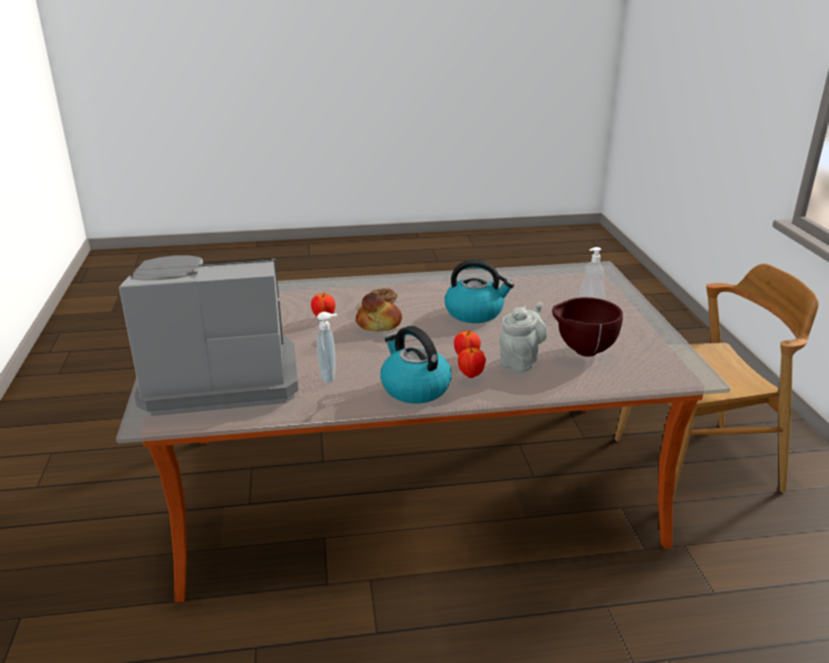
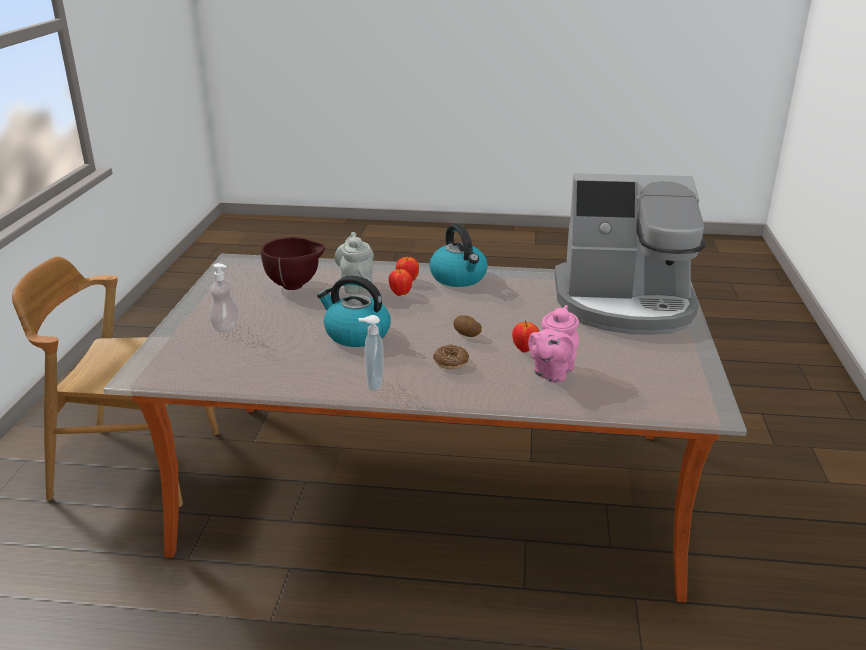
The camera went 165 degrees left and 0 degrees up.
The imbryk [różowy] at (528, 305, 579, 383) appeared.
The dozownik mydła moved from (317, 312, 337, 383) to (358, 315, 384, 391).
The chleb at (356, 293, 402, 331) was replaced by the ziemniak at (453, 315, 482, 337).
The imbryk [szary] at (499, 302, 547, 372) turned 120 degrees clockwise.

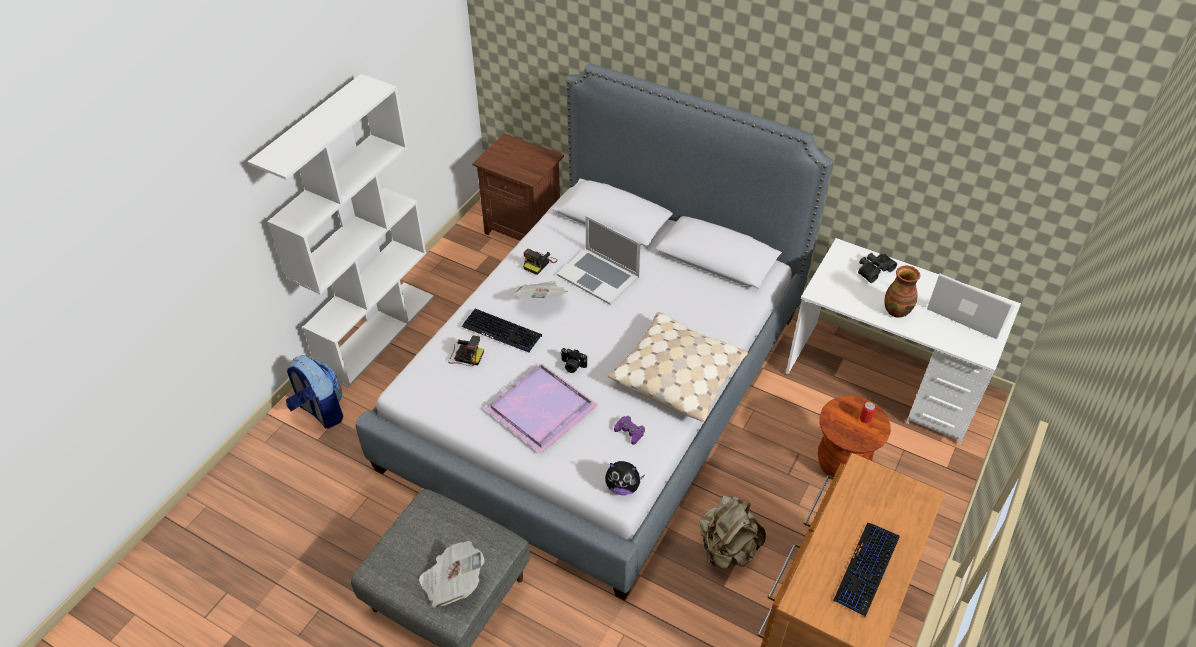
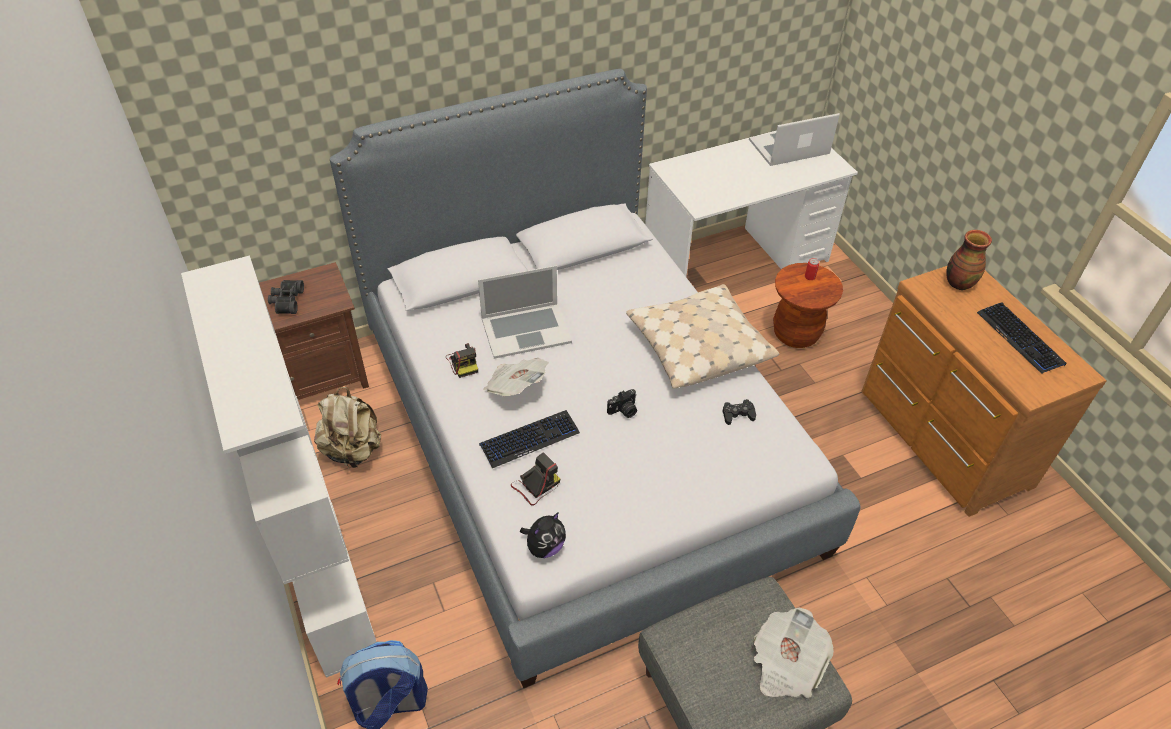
The camera went 55 degrees left and 0 degrees up.
The taca [fioletowy] at (484, 363, 598, 454) disappeared.
The pluszak moved from (605, 461, 644, 495) to (520, 512, 566, 558).
The plecak [beżowy] moved from (700, 495, 766, 568) to (314, 387, 381, 469).
The lornetka [czarny] moved from (858, 253, 897, 283) to (268, 280, 304, 314).
The wazon moved from (884, 266, 920, 318) to (946, 230, 992, 290).
The pad do gier [fioletowy] at (614, 416, 645, 445) became the pad do gier [czarny] at (723, 399, 756, 425).

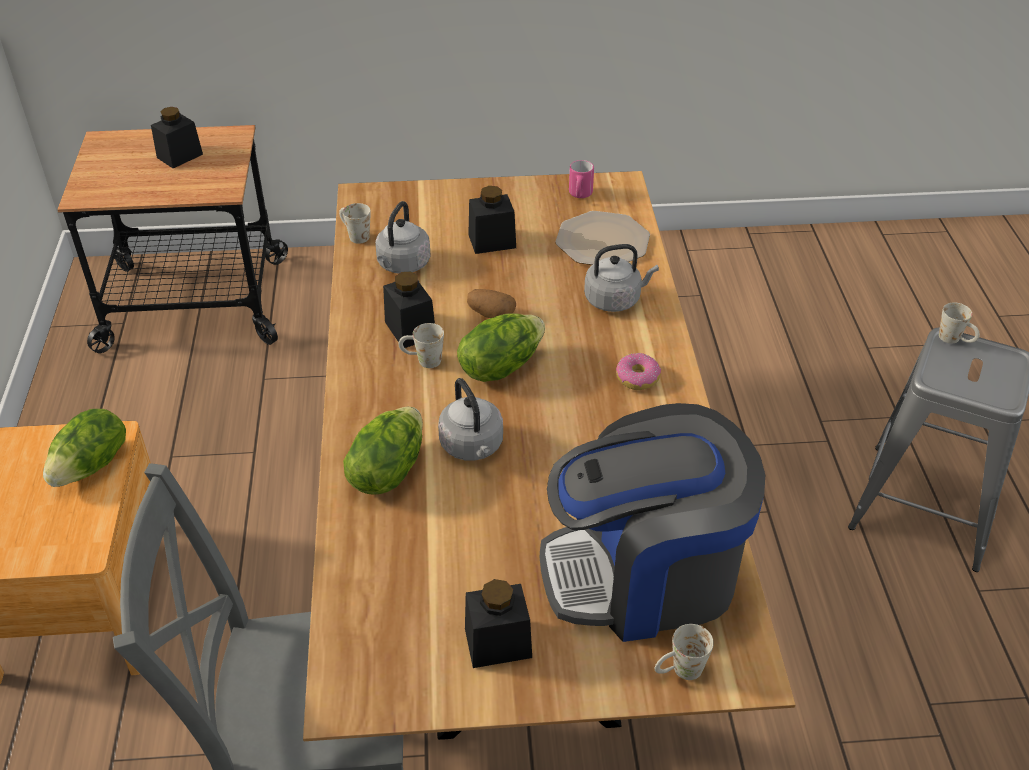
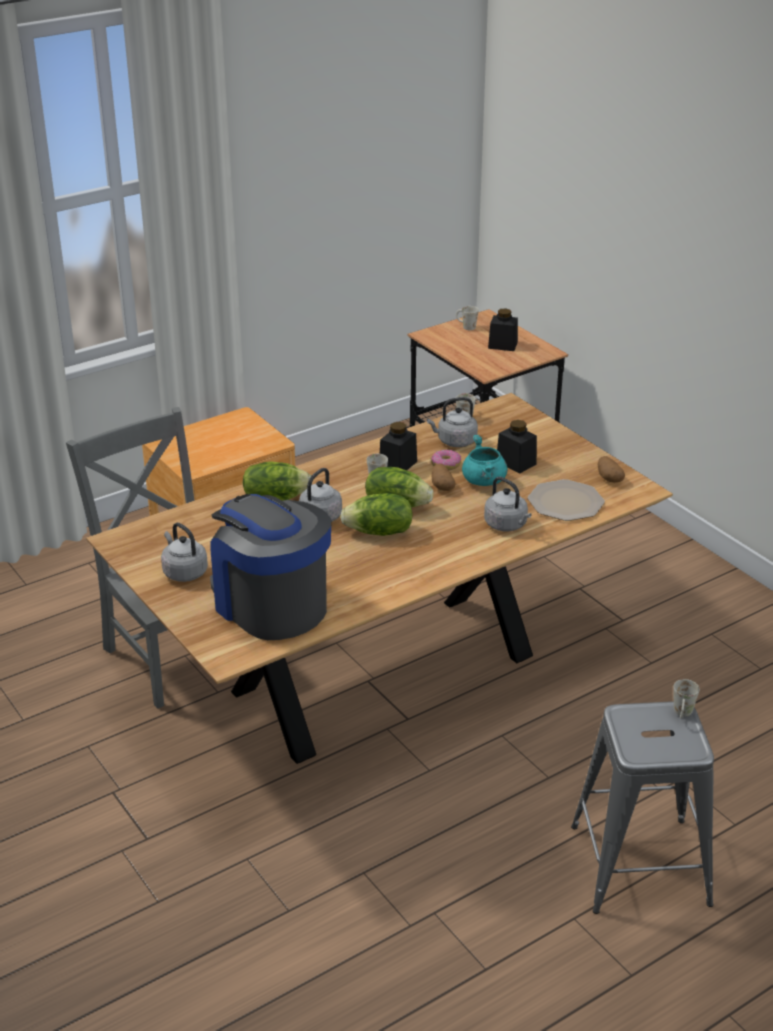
The camera went 60 degrees right and 10 degrees down.
The garnek [turkusowy] at (462, 435, 508, 486) appeared.
The sałata moved from (43, 409, 126, 487) to (340, 493, 413, 536).
The donut moved from (616, 353, 661, 390) to (431, 450, 461, 470).
The kubek [biały] moved from (655, 624, 714, 680) to (456, 306, 479, 330).
The słoik [czarny] at (465, 579, 532, 668) was replaced by the czajnik [szary] at (161, 522, 208, 582).
The kubek [różowy] at (569, 160, 594, 198) was replaced by the ziemniak at (598, 456, 625, 483).

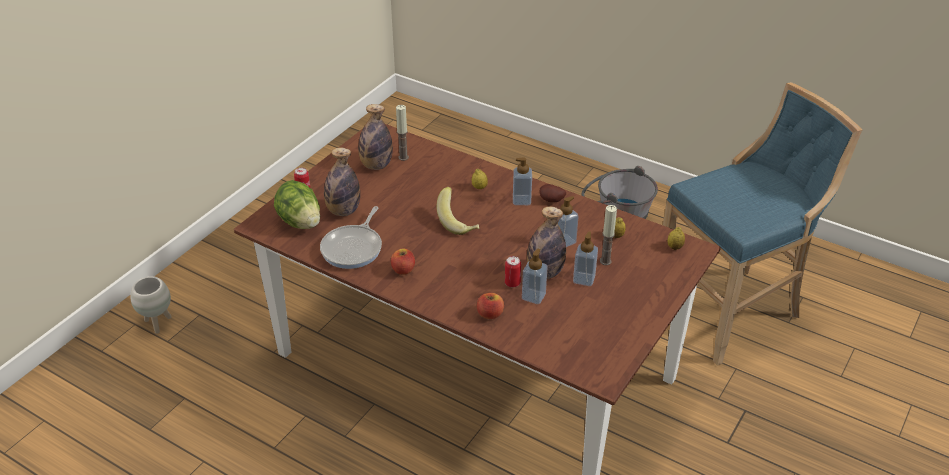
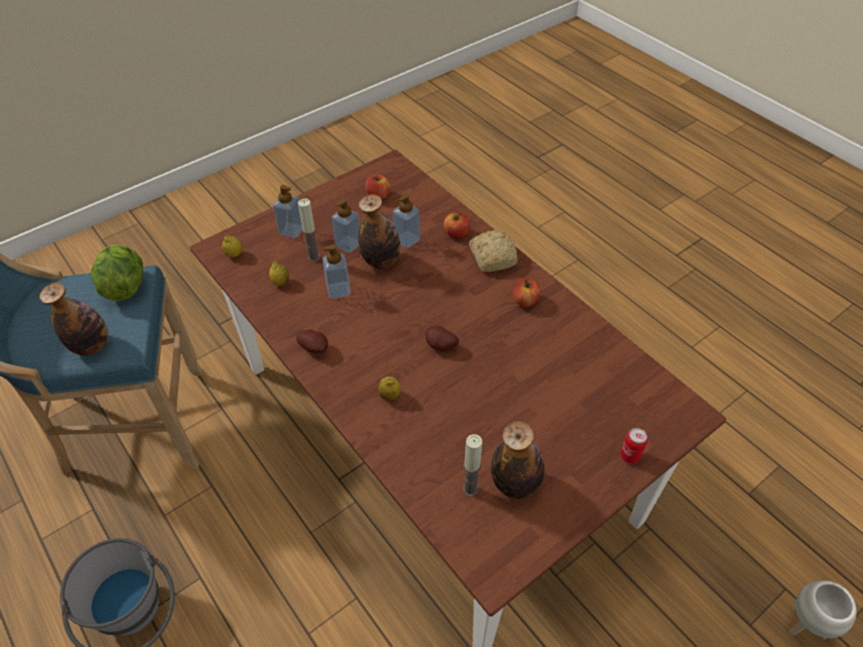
The camera went 160 degrees left and 10 degrees up.
The patelnia at (320, 206, 382, 269) disappeared.
The puszka at (505, 256, 521, 287) disappeared.
The jabłko at (365, 175, 390, 199) appeared.
The chleb at (469, 230, 518, 272) appeared.
The sałata moved from (274, 180, 320, 229) to (91, 245, 143, 301).
The butelka moved from (324, 148, 360, 216) to (40, 282, 108, 356).
The dozownik mydła moved from (513, 157, 532, 205) to (273, 185, 303, 238).
The banan at (437, 187, 479, 235) was replaced by the ziemniak at (426, 325, 459, 351).

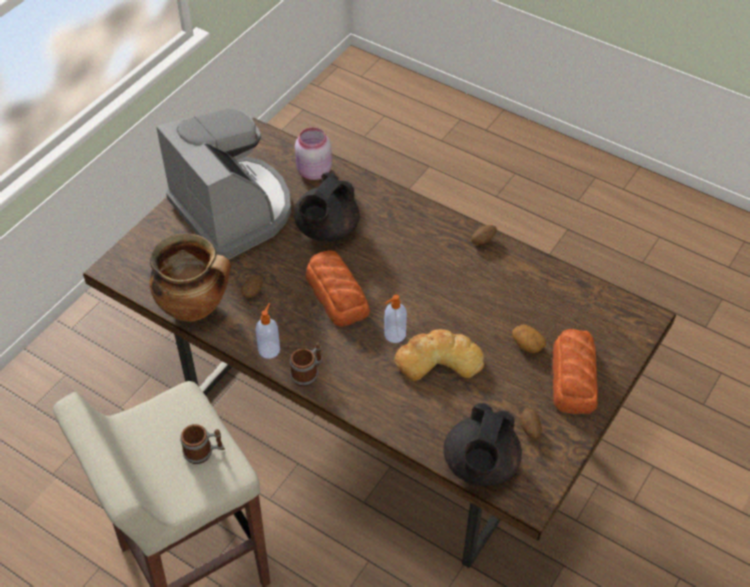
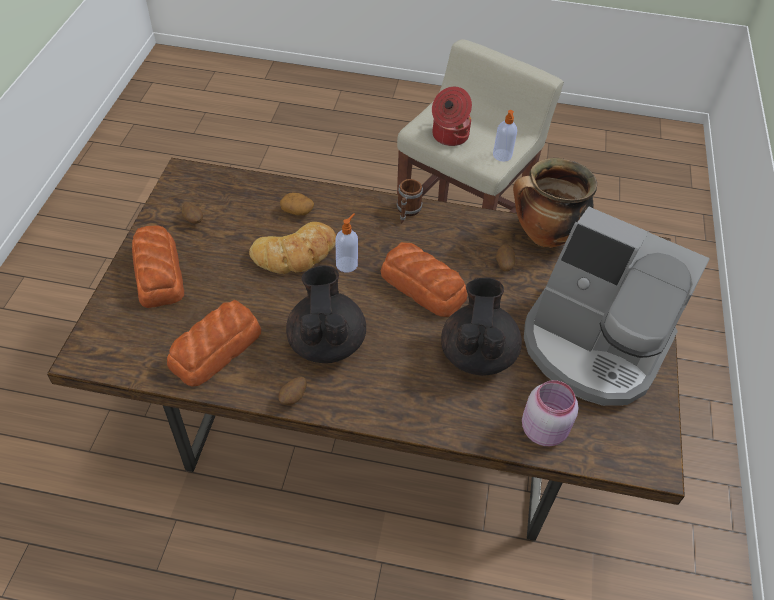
The camera went 155 degrees right and 0 degrees up.
The chleb at (167, 300, 261, 387) appeared.
The dozownik mydła moved from (255, 303, 280, 359) to (493, 110, 517, 161).
The imbryk [czarny] moved from (444, 403, 522, 486) to (286, 266, 366, 363).
The ziemniak moved from (512, 325, 546, 353) to (280, 193, 314, 215).
The kubek at (180, 424, 225, 464) was replaced by the garnek at (432, 87, 472, 146).

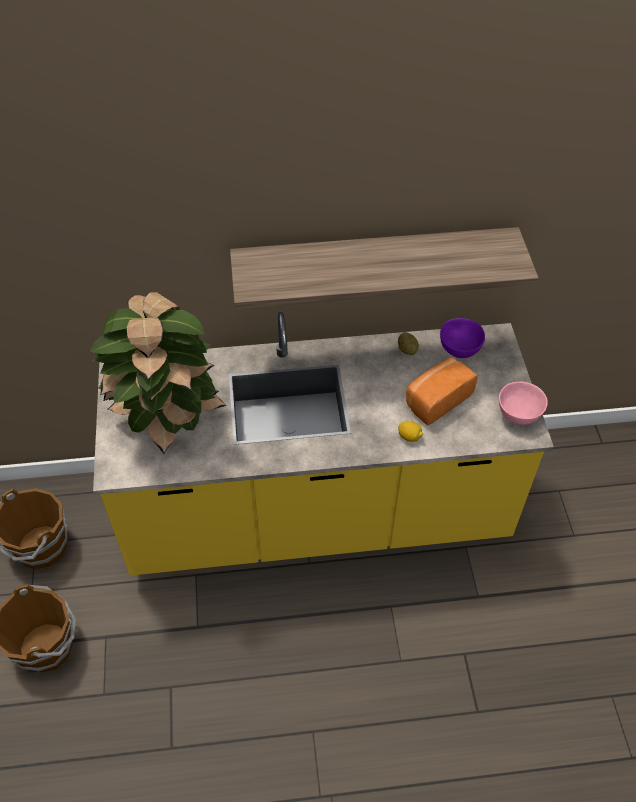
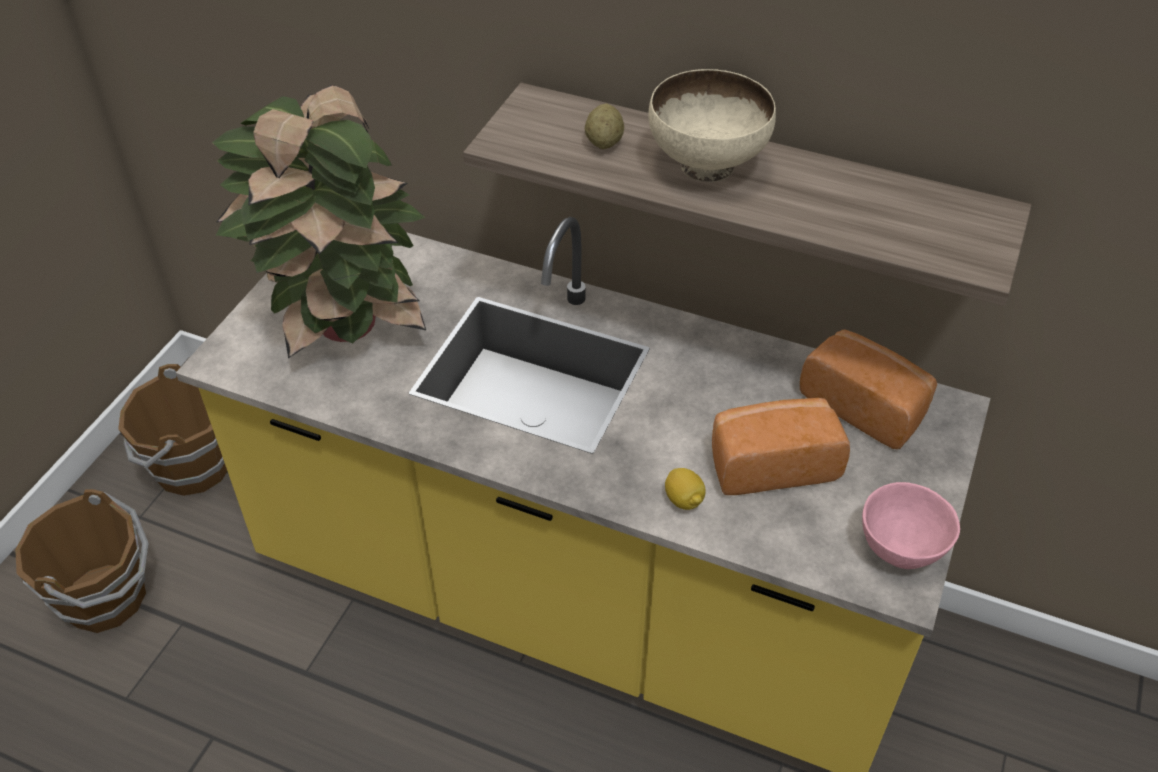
The camera went 30 degrees right and 5 degrees down.
The miska [beżowy] at (648, 69, 776, 182) appeared.
The ziemniak moved from (398, 332, 419, 355) to (585, 103, 624, 149).
The miska [fioletowy] at (440, 318, 485, 358) was replaced by the chleb at (800, 329, 937, 449).

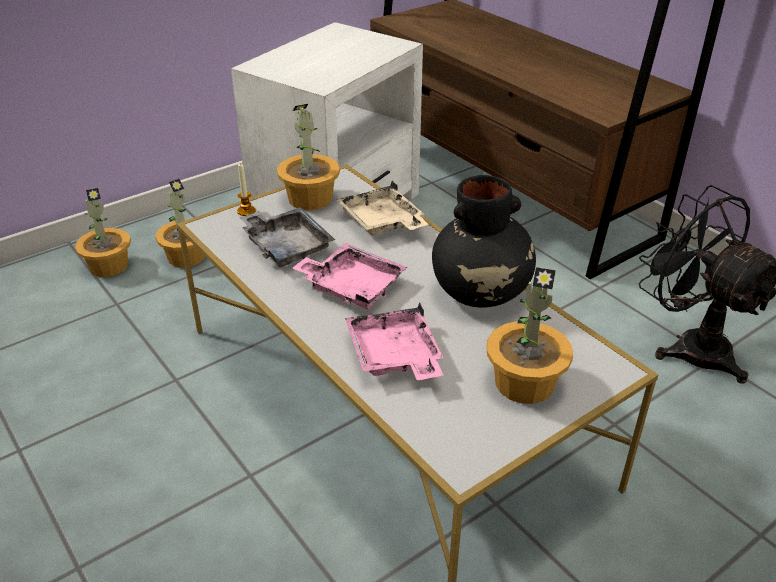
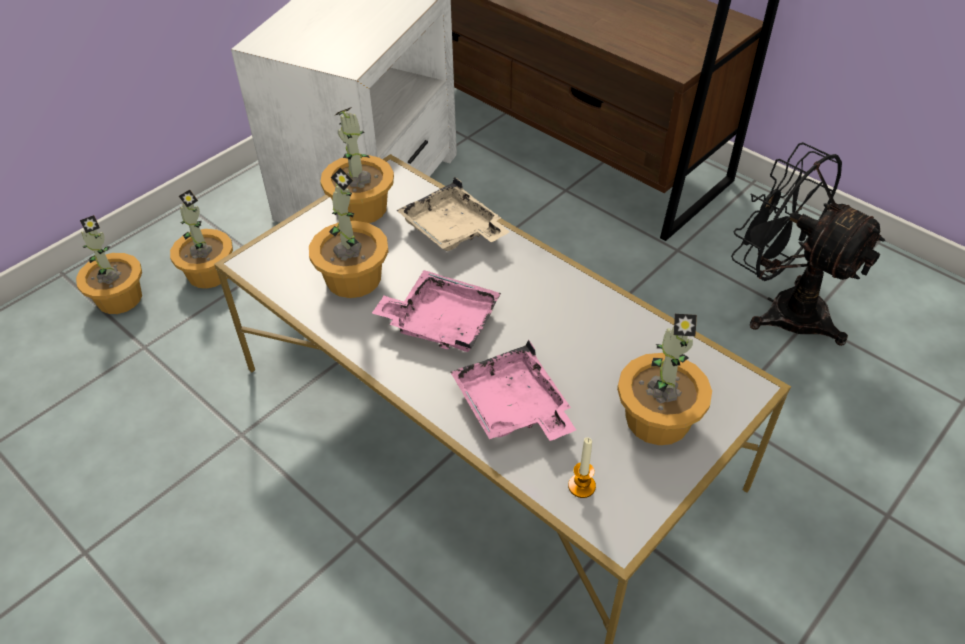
The camera went 10 degrees left and 10 degrees up.
The wazon [czarny] at (432, 175, 536, 308) disappeared.
The świeca moved from (237, 163, 256, 216) to (568, 437, 596, 498).
The taca [szary] at (239, 207, 335, 267) was replaced by the roślina doniczkowa at (309, 168, 388, 298).

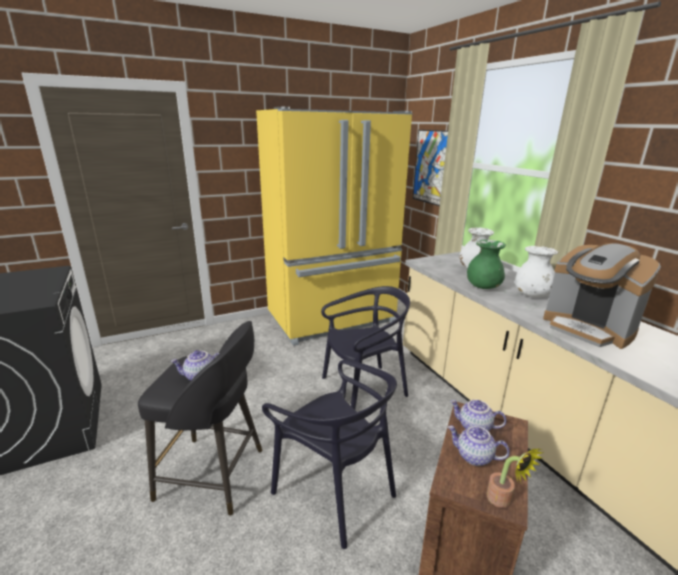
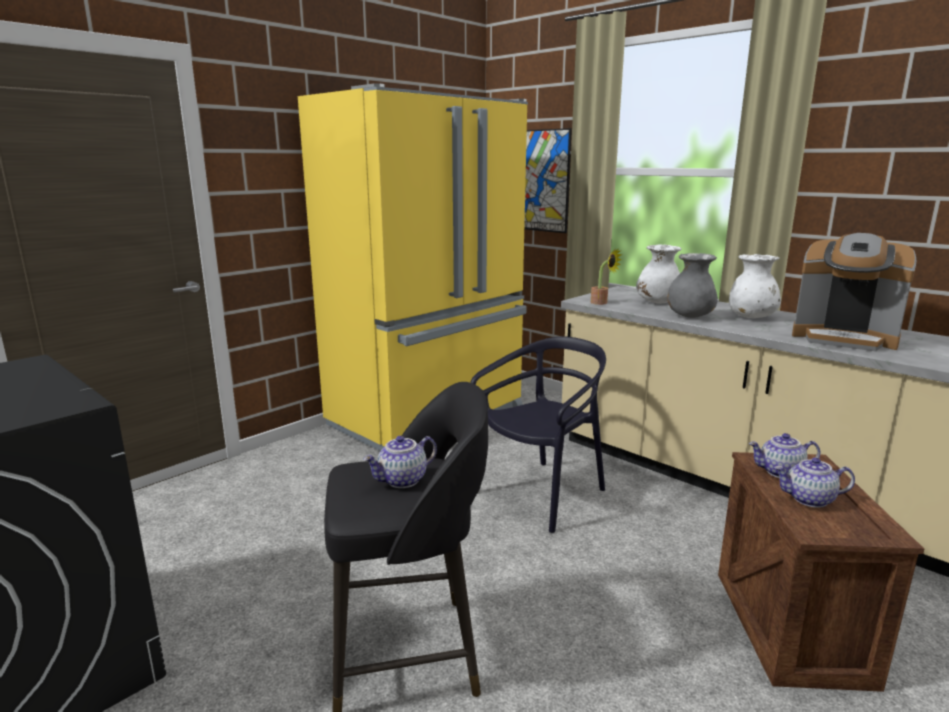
The camera went 20 degrees left and 5 degrees down.
The krzesło [czarny] at (262, 359, 397, 549) disappeared.
The roślina doniczkowa moved from (486, 449, 543, 508) to (591, 249, 622, 305).
The wazon [zielony] at (467, 240, 506, 289) became the wazon [szary] at (667, 253, 718, 318).

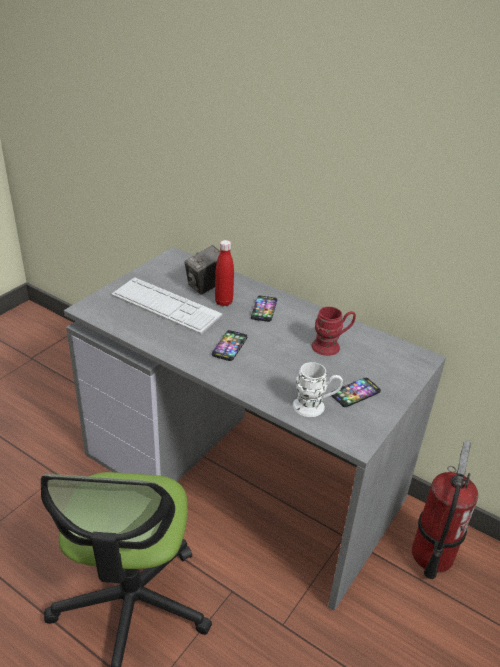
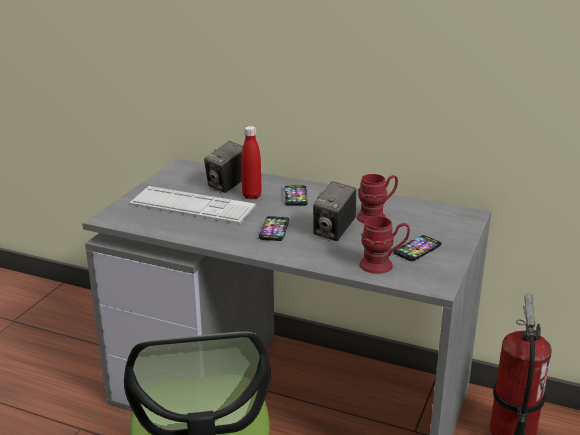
The camera went 10 degrees left and 10 degrees down.
The aparat fotograficzny at (313, 181, 356, 241) appeared.
The kubek [biały] at (293, 362, 343, 417) became the kubek [czerwony] at (359, 216, 410, 274).

